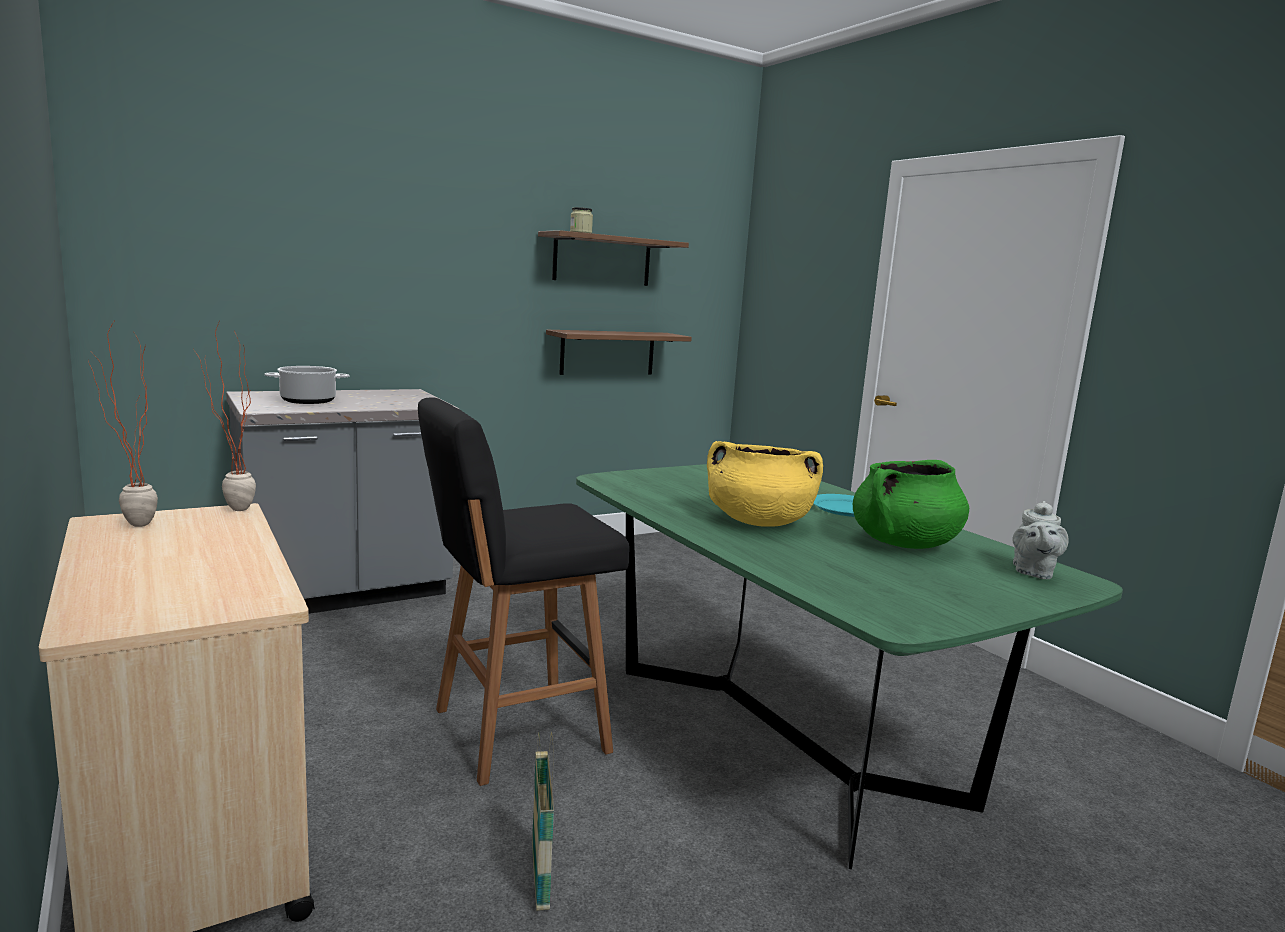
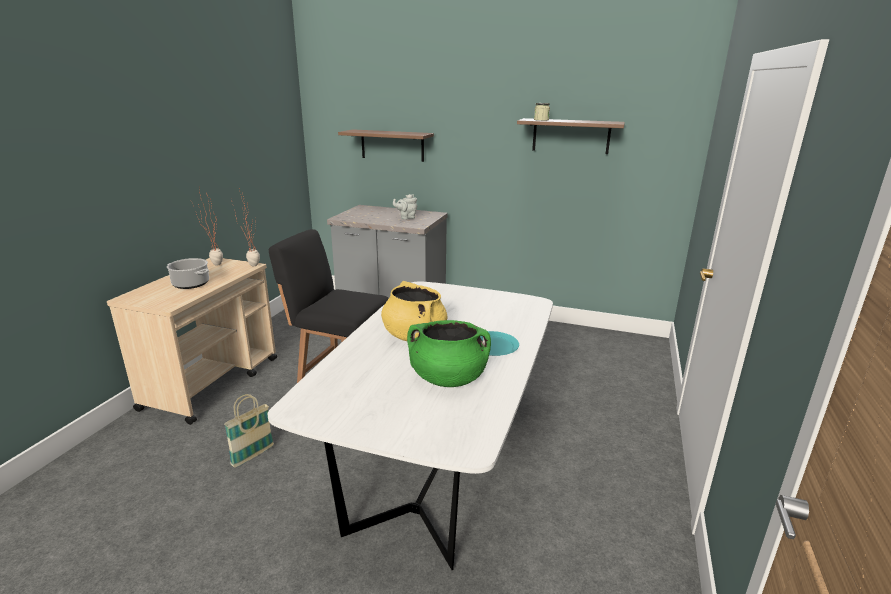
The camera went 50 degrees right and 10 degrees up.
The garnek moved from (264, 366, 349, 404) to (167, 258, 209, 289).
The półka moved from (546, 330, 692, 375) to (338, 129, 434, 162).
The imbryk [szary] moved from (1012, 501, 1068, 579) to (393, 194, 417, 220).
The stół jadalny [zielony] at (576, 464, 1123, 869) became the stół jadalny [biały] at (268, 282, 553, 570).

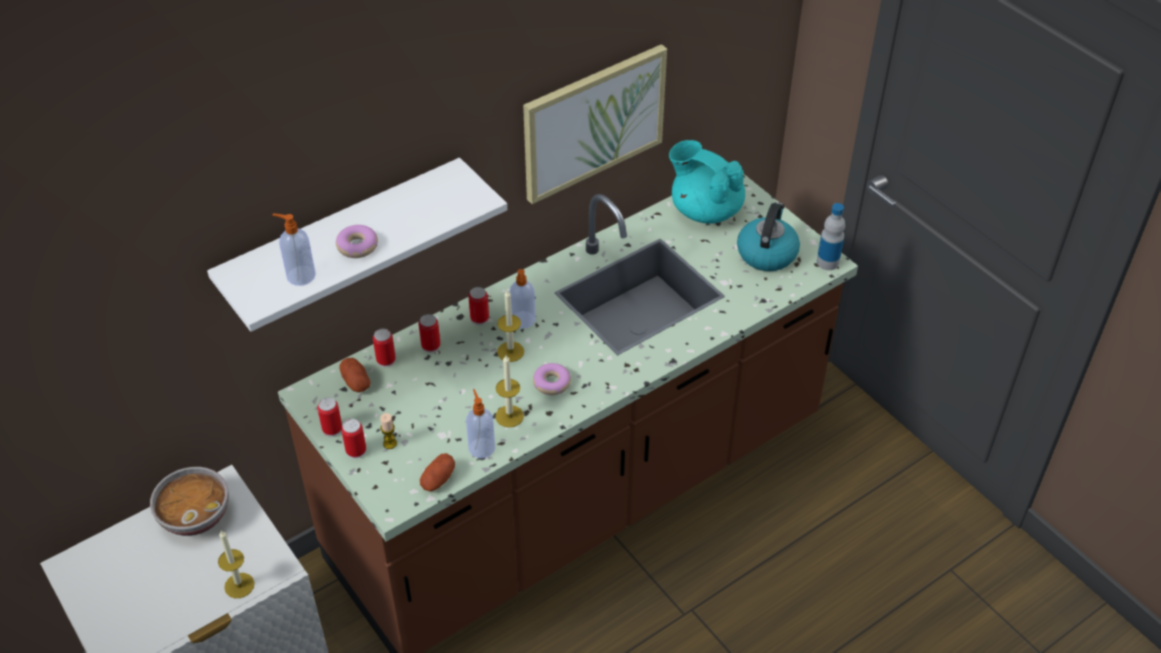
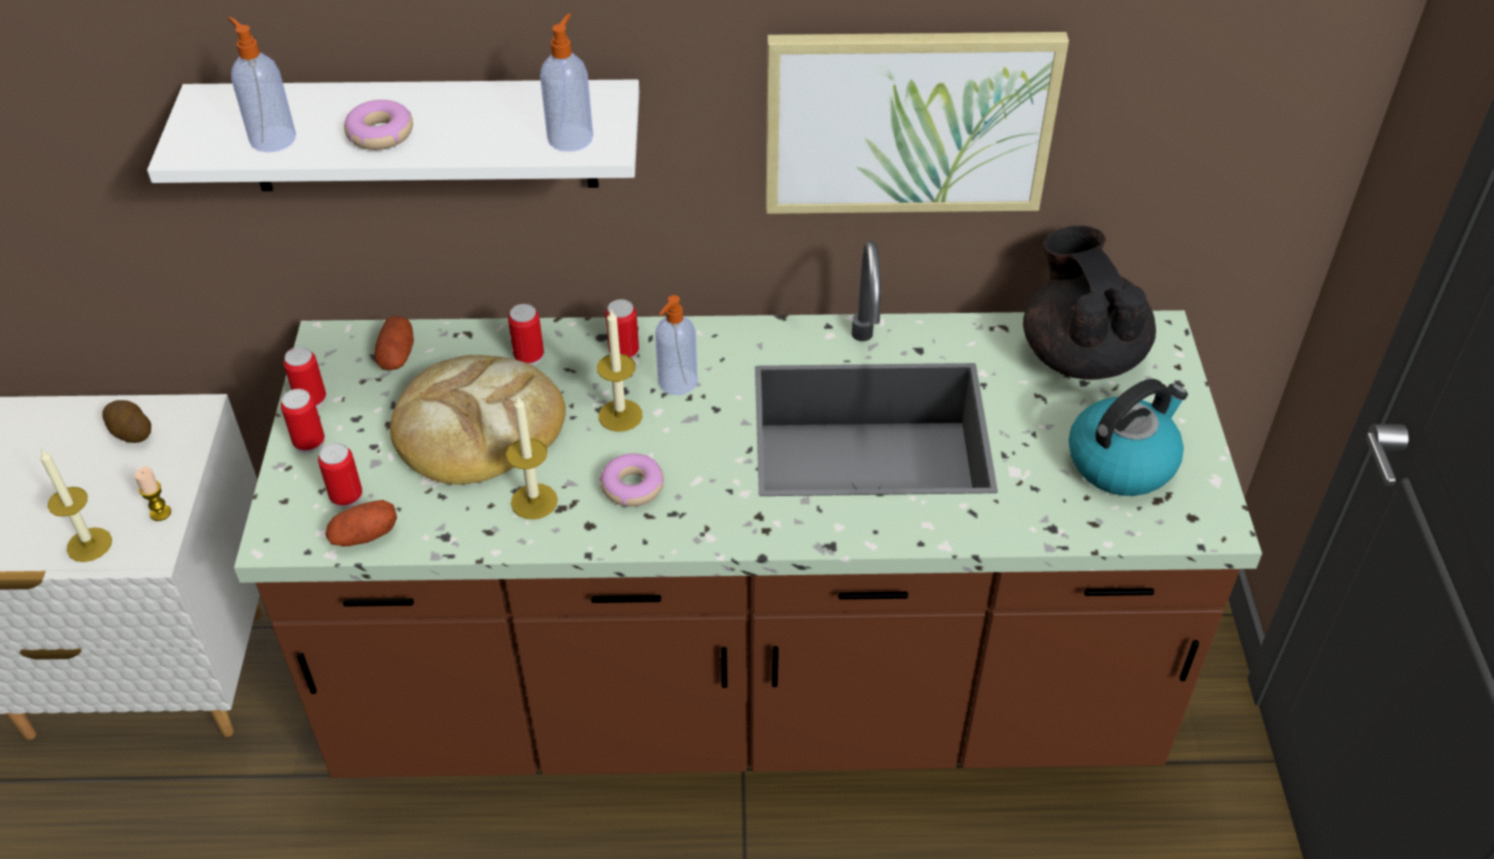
The camera went 35 degrees right and 0 degrees up.
The butelka at (817, 203, 845, 270) disappeared.
The chleb at (390, 355, 566, 485) appeared.
The puszka moved from (373, 329, 396, 367) to (318, 443, 362, 508).
The świeca moved from (380, 413, 397, 449) to (135, 467, 171, 521).
The dozownik mydła moved from (466, 389, 495, 458) to (540, 14, 593, 152).
The miska at (150, 467, 229, 536) was replaced by the ziemniak at (102, 400, 151, 443).
The imbryk [turkusowy] at (669, 140, 745, 224) became the imbryk [czarny] at (1023, 226, 1156, 380).

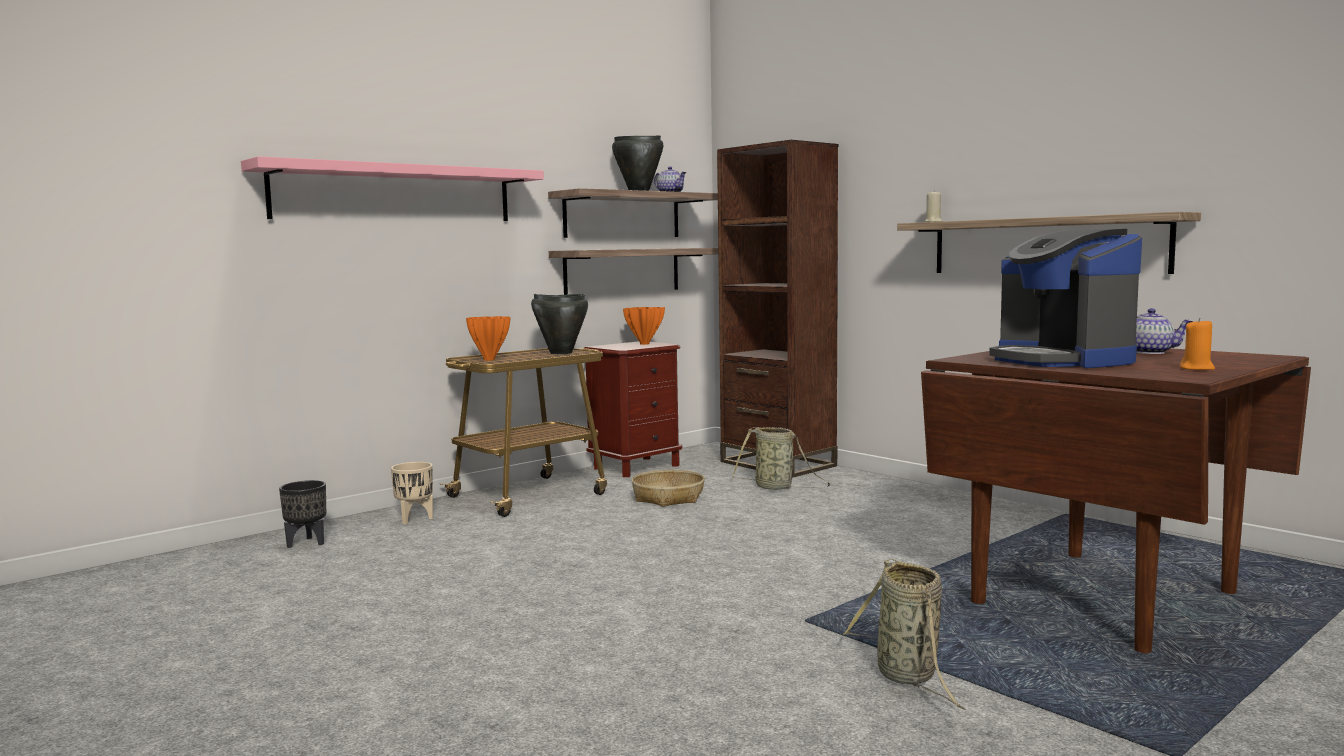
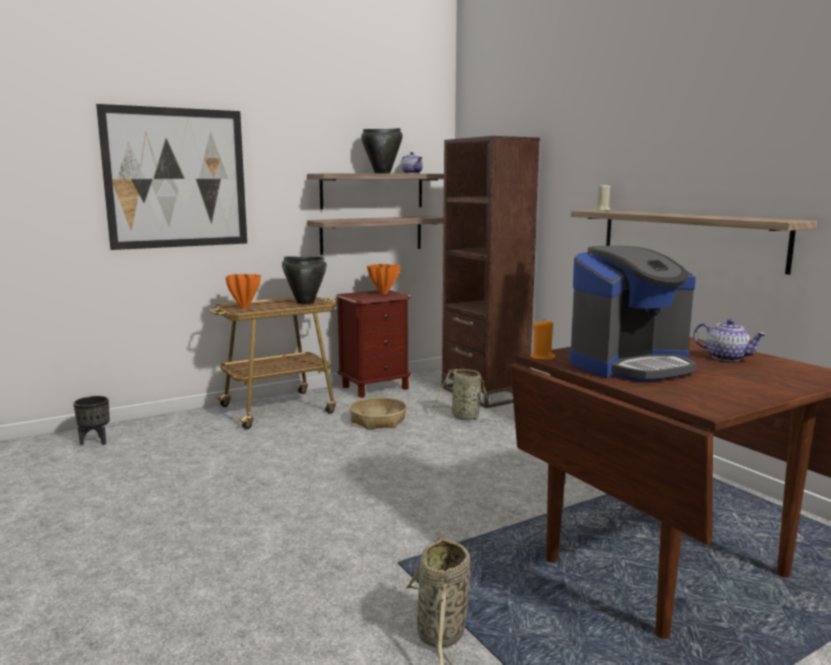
The camera went 10 degrees right and 5 degrees up.
The donica [beżowy] at (391, 462, 433, 525) disappeared.
The świeca [pomarańczowy] moved from (1180, 318, 1215, 370) to (530, 320, 556, 360).
The półka [różowy] at (241, 156, 544, 221) was replaced by the obraz at (96, 104, 247, 250).
The ekspres do kawy at (989, 229, 1142, 368) turned 105 degrees counterclockwise.

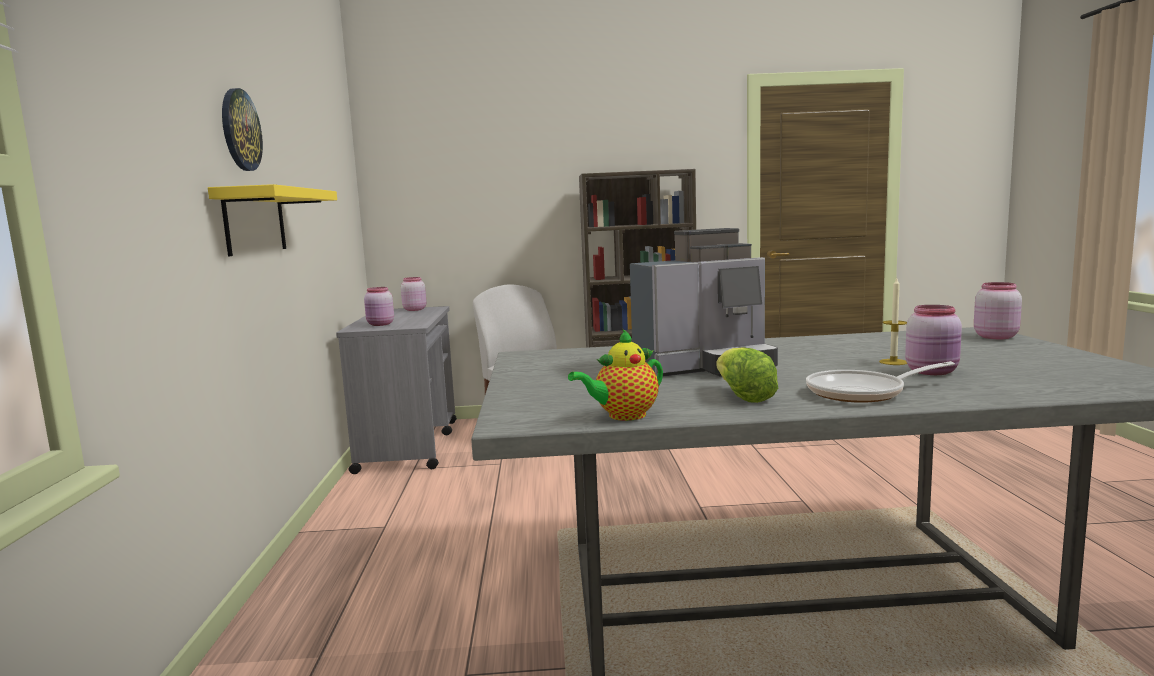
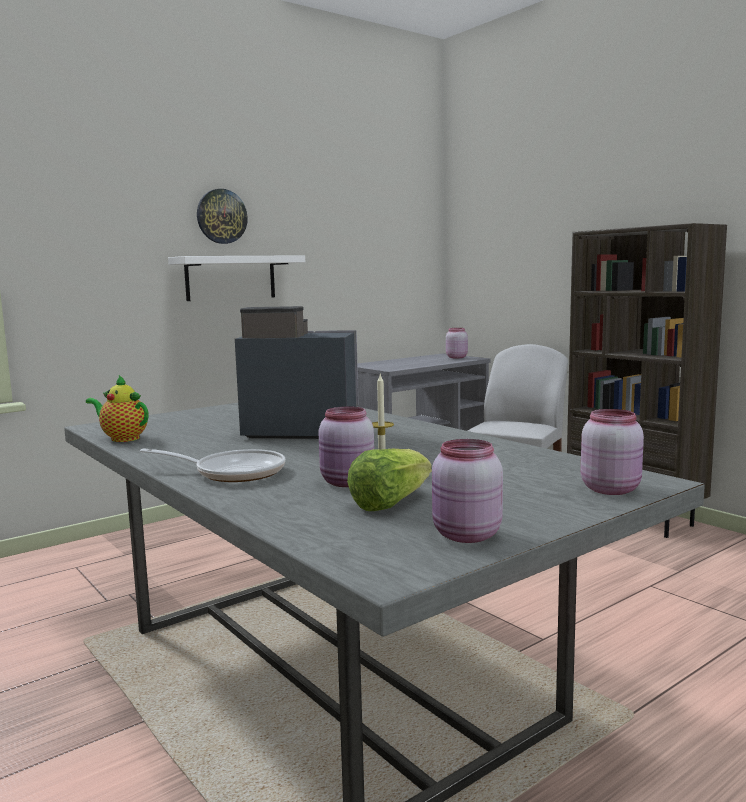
The camera went 55 degrees right and 0 degrees up.
The słoik [różowy] moved from (364, 287, 394, 326) to (432, 439, 503, 543).
The sałata moved from (716, 347, 778, 403) to (347, 449, 432, 511).
The półka [żółty] at (208, 184, 337, 256) became the półka [biały] at (168, 255, 305, 301).
The ekspres do kawy at (630, 228, 778, 377) turned 150 degrees clockwise.
The patelnia at (806, 361, 955, 403) turned 150 degrees clockwise.

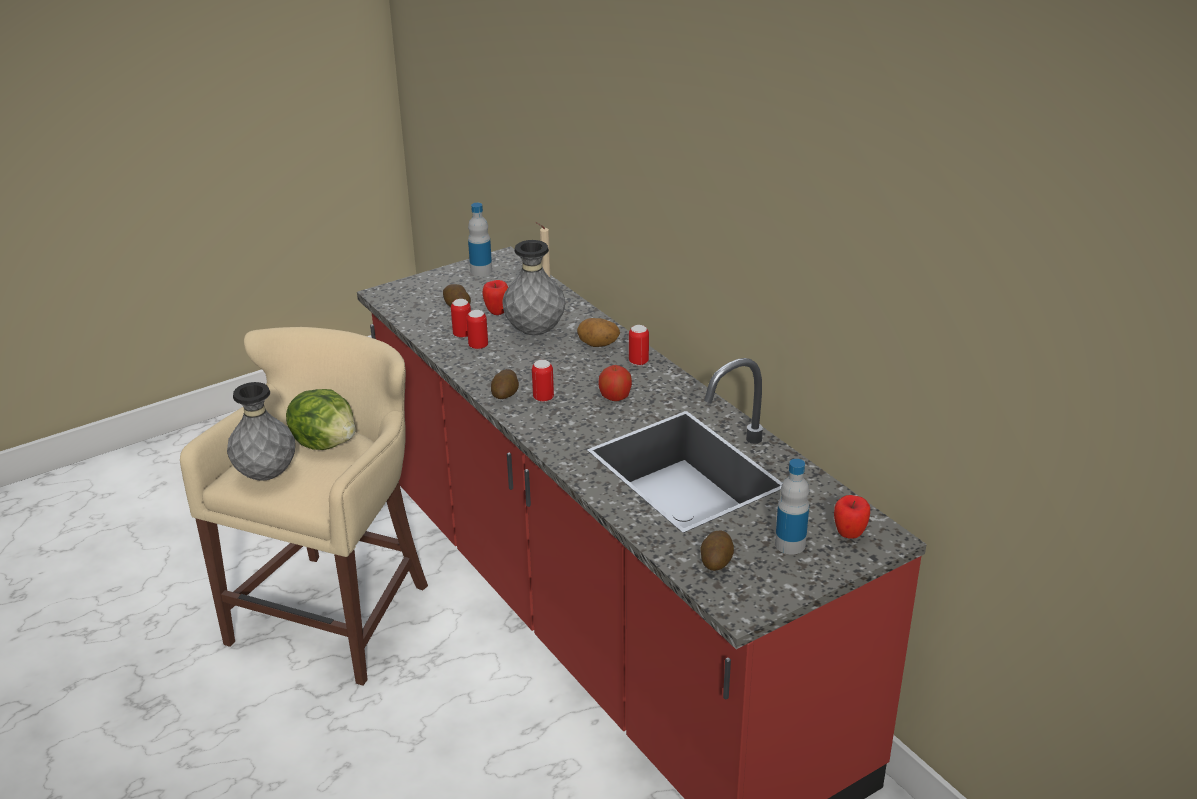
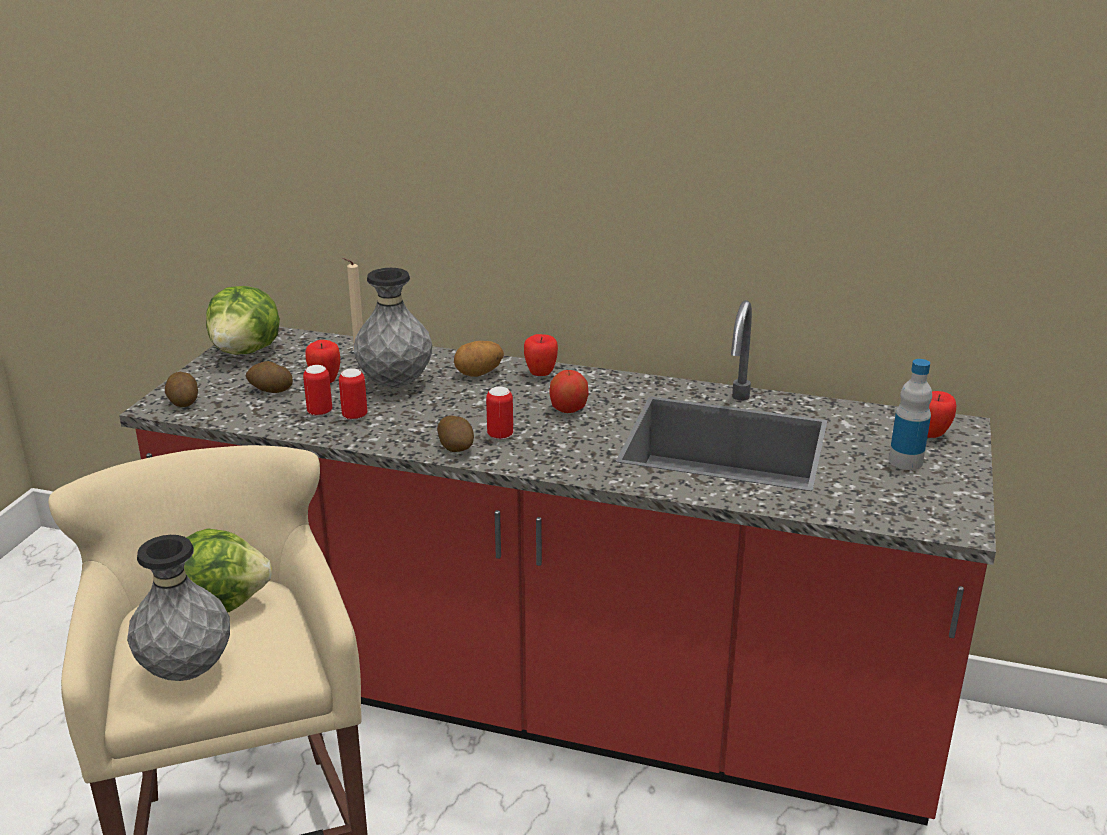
The camera went 40 degrees left and 5 degrees down.
The ziemniak moved from (700, 531, 734, 571) to (165, 372, 198, 407).
The butelka at (468, 203, 492, 276) was replaced by the sałata at (206, 286, 280, 355).
The puszka at (629, 325, 649, 366) was replaced by the jabłko at (524, 334, 558, 376).

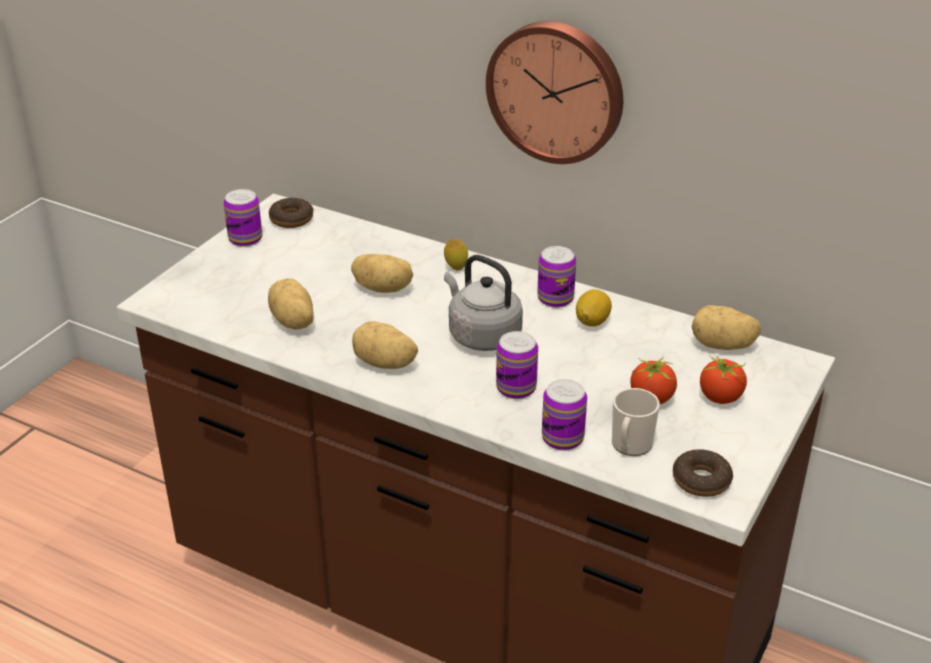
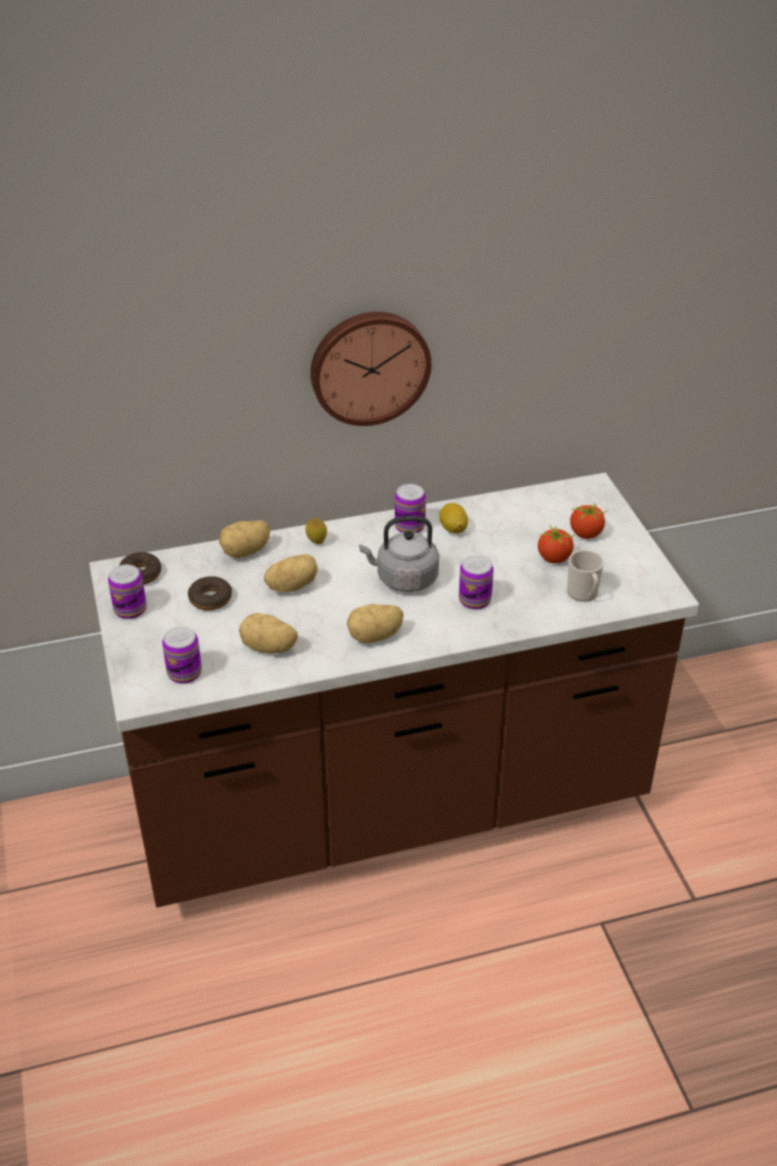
The camera went 45 degrees left and 5 degrees up.
The puszka moved from (542, 379, 587, 451) to (162, 626, 202, 684).
The donut moved from (673, 449, 733, 497) to (188, 576, 232, 611).
The ziemniak moved from (691, 305, 761, 350) to (219, 520, 270, 558).

